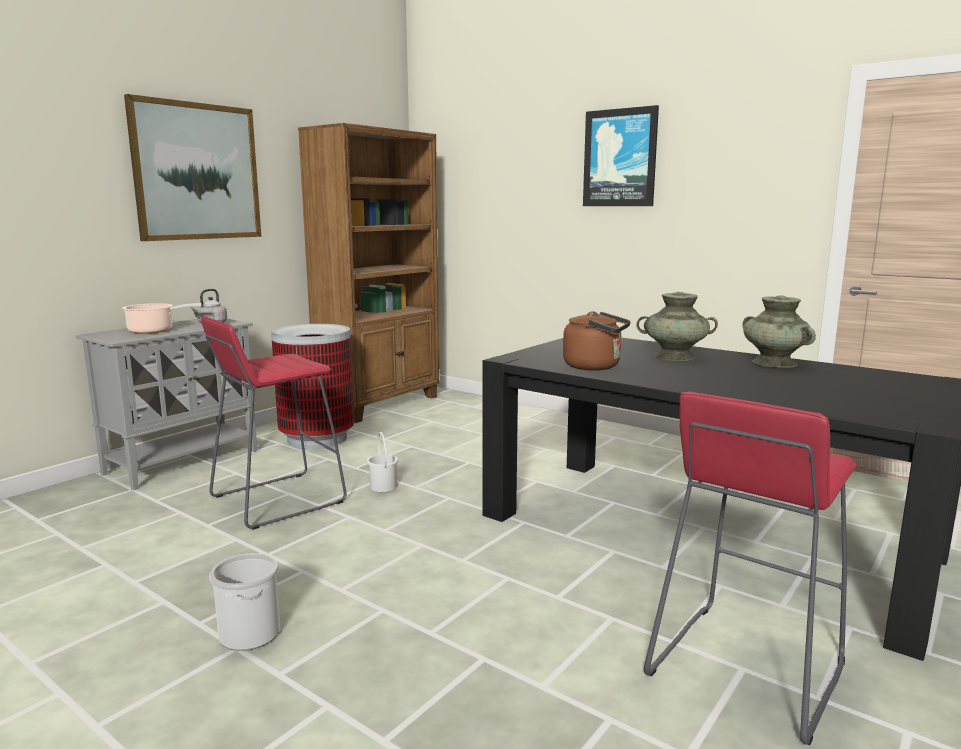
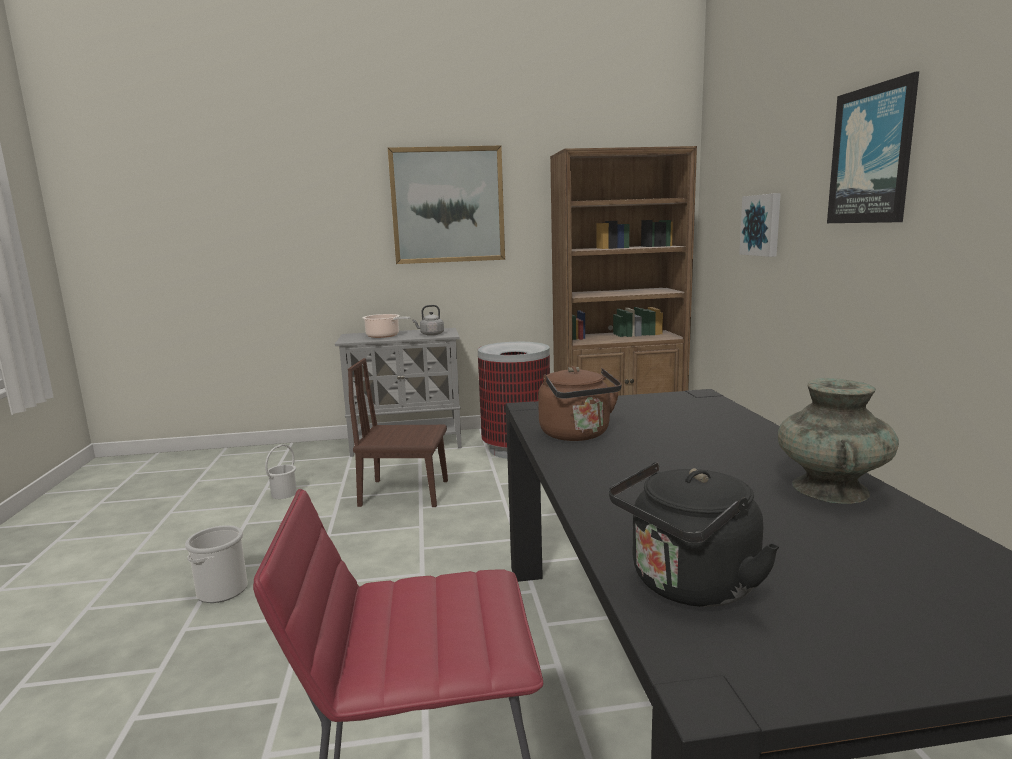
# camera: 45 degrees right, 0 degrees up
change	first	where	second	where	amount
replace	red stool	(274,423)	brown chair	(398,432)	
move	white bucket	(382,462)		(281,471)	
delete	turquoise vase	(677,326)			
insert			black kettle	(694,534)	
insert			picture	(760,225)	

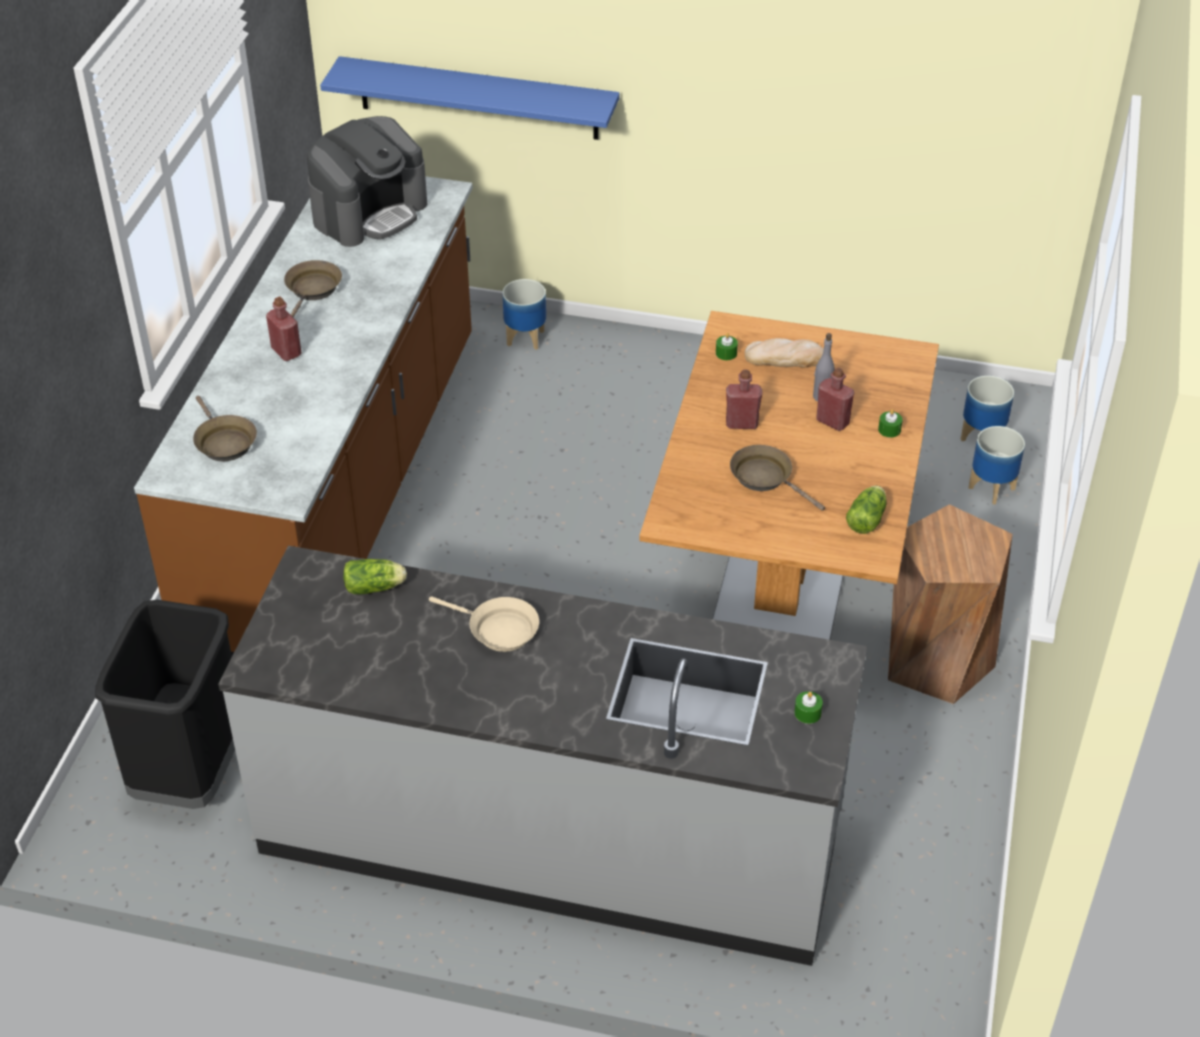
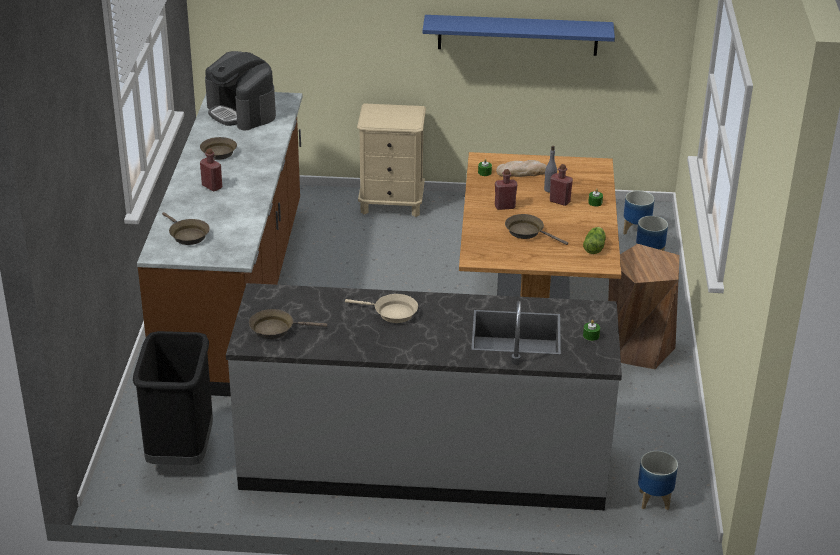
# camera: 10 degrees left, 10 degrees down
change	first	where	second	where	amount
rotate	coffee machine	(367,181)		(240,90)	105 degrees clockwise
move	blue shelf	(470,98)		(518,35)	
delete	lettuce	(375,576)			
move	planter	(524,314)		(658,480)	
insert			brown frying pan	(288,324)	
insert			beige nightstand	(391,160)	

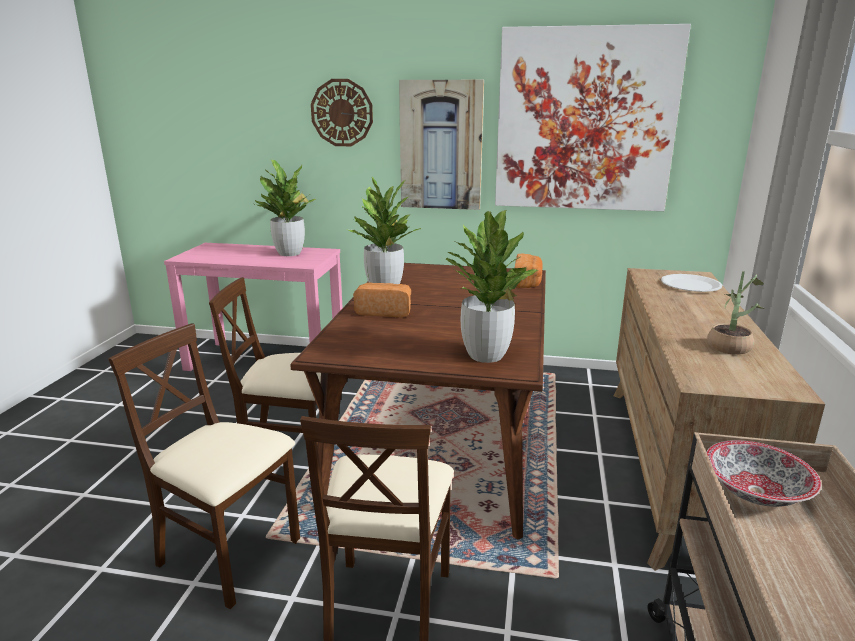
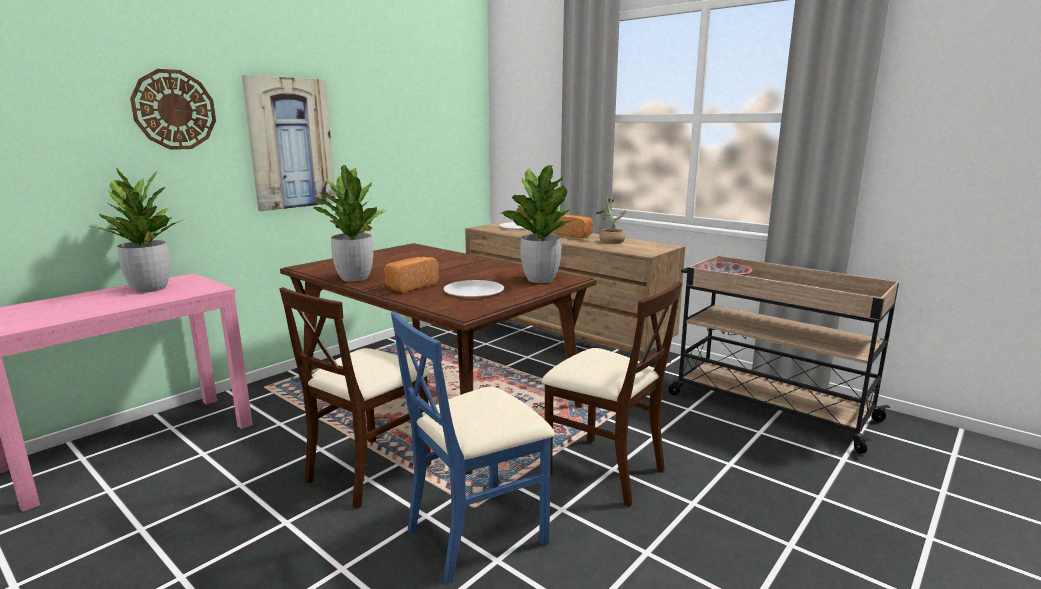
# camera: 60 degrees left, 5 degrees down
change	first	where	second	where	amount
recolor	beige chair	(204,466)	blue chair	(473,447)	
delete	picture	(593,117)			
move	bread	(528,271)		(573,226)	
insert			white plate	(473,288)	

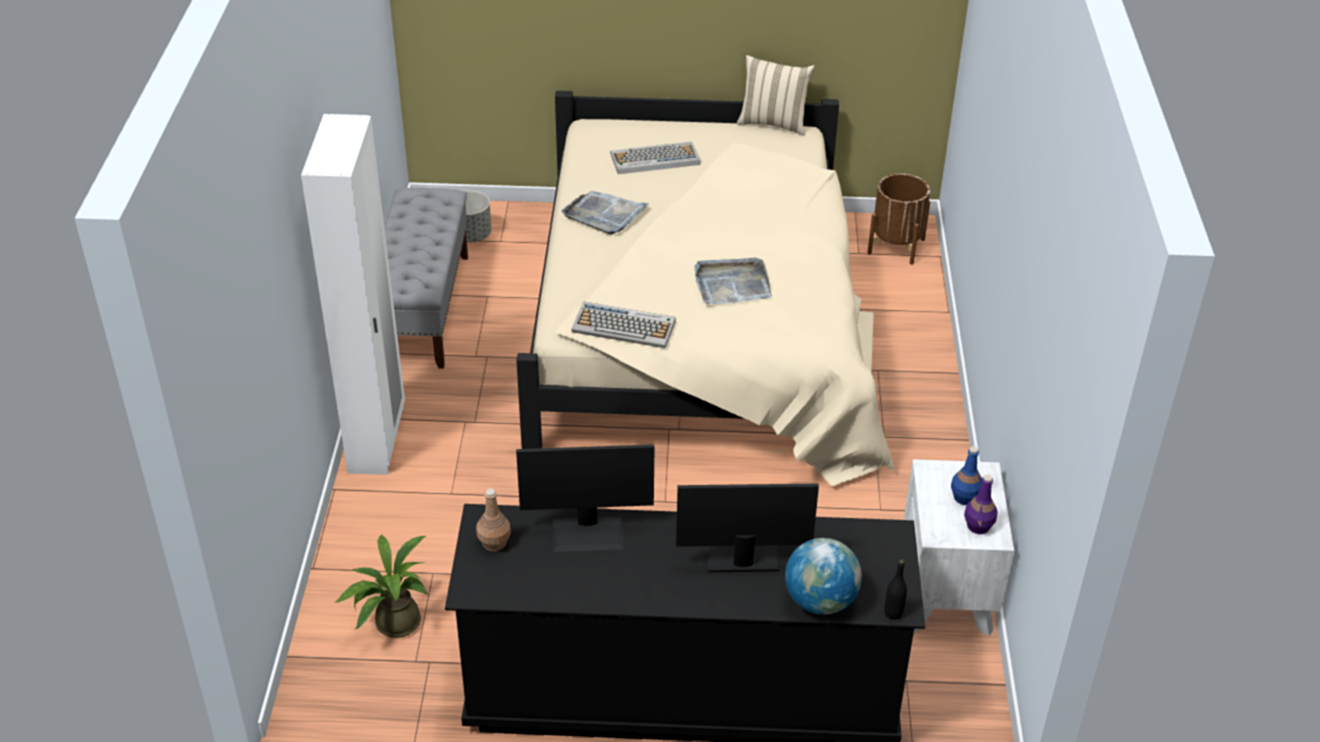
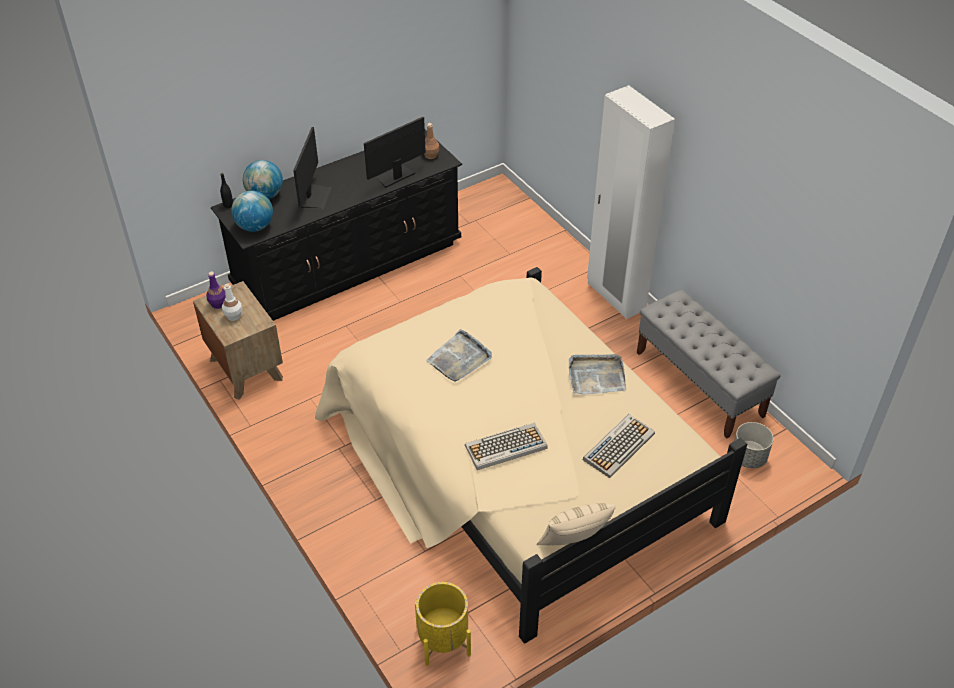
# camera: 145 degrees right, 5 degrees up
change	first	where	second	where	amount
delete	potted plant	(382,586)			
move	keyboard	(624,324)		(506,446)	
rotate	monitor	(747,528)		(312,168)	45 degrees counterclockwise
recolor	brown planter	(898,219)	yellow planter	(443,624)	
recolor	white nightstand	(959,547)	brown nightstand	(238,340)	
recolor	blue bottle	(966,475)	white bottle	(232,302)	
insert			globe	(252,211)	

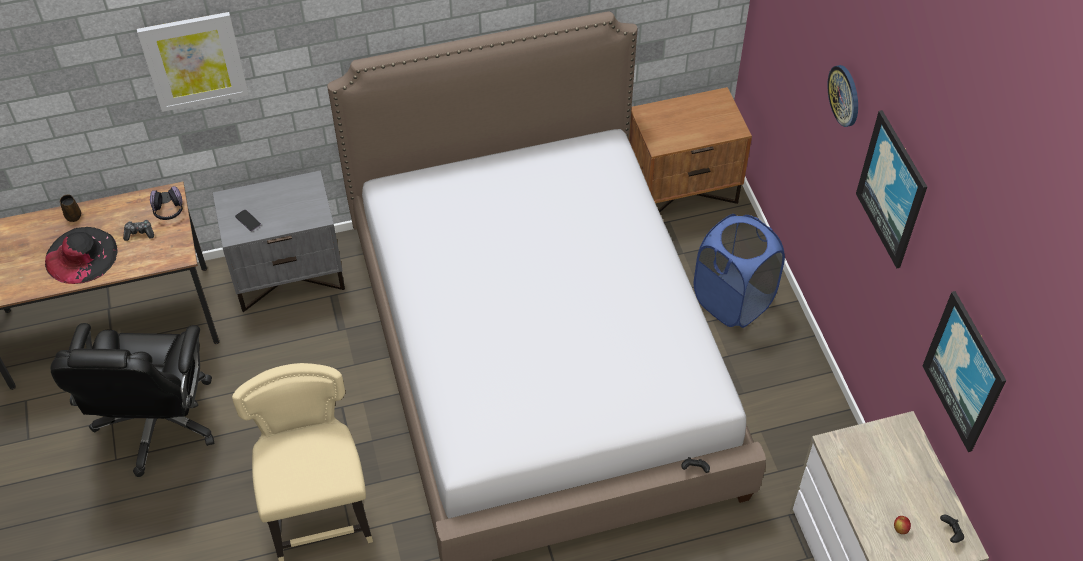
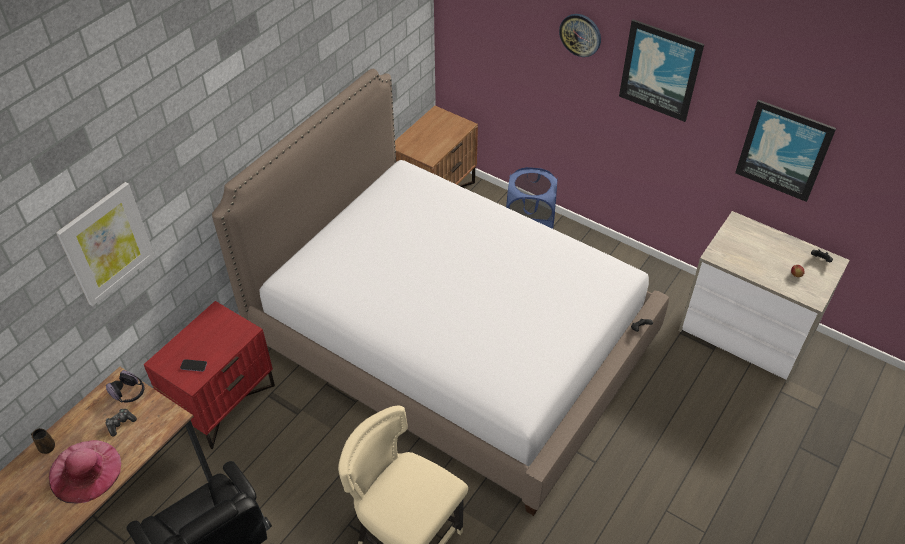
# camera: 40 degrees left, 5 degrees down
change	first	where	second	where	amount
recolor	black hat	(81,255)	pink hat	(85,471)	
recolor	grey nightstand	(279,241)	red nightstand	(209,375)	

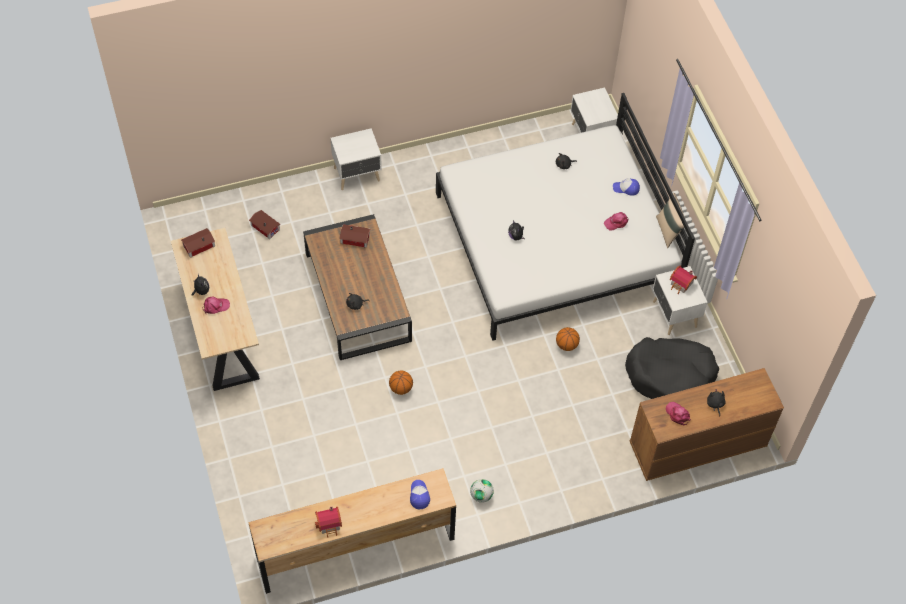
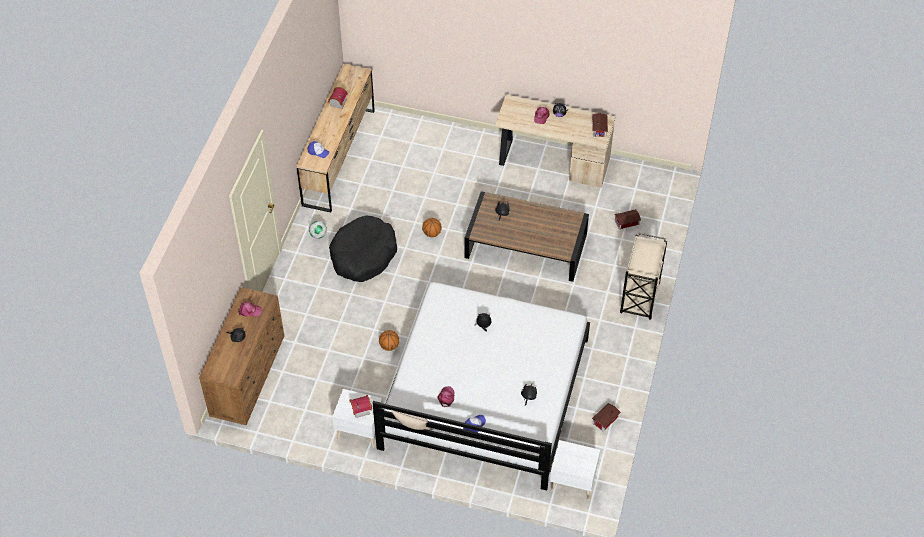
# camera: 125 degrees right, 5 degrees down
change	first	where	second	where	amount
replace	white nightstand	(356,159)	beige cart	(643,276)	
move	toy house	(354,236)		(606,417)	
move	black dog bed	(672,368)		(363,249)	

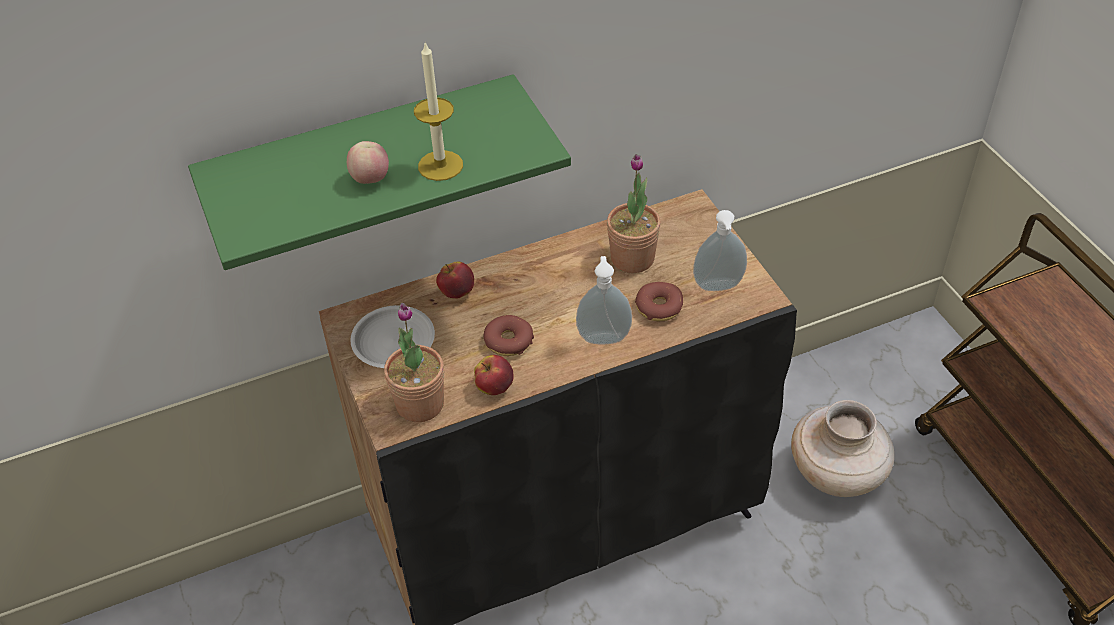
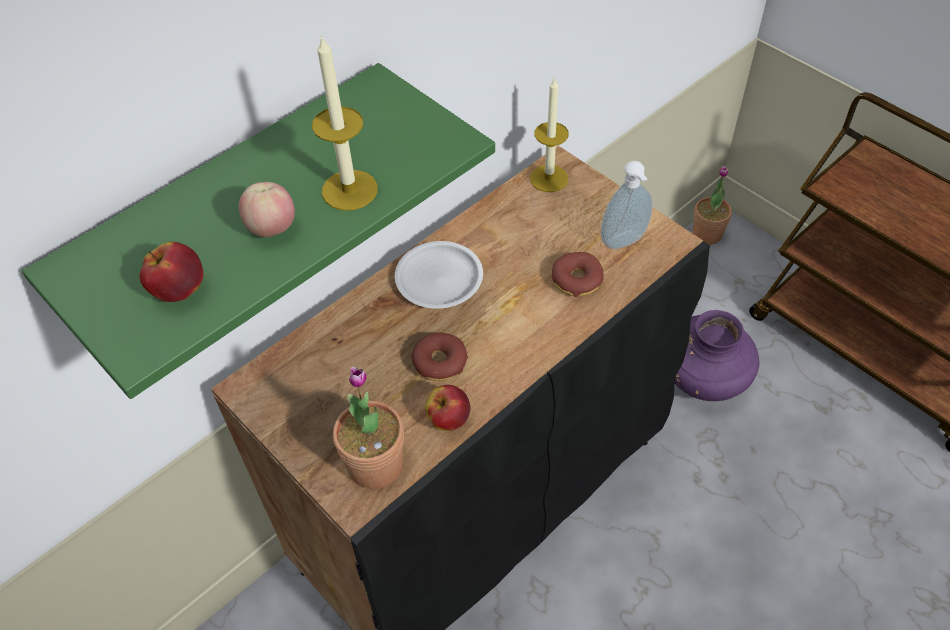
# camera: 20 degrees left, 5 degrees up
change	first	where	second	where	amount
move	white plate	(392,336)		(439,275)	
move	apple	(455,280)		(172,272)	
delete	soap dispenser	(604,300)			
move	potted plant	(634,213)		(712,205)	
recolor	beige vase	(842,448)	purple vase	(717,355)	
insert			candle	(549,134)	

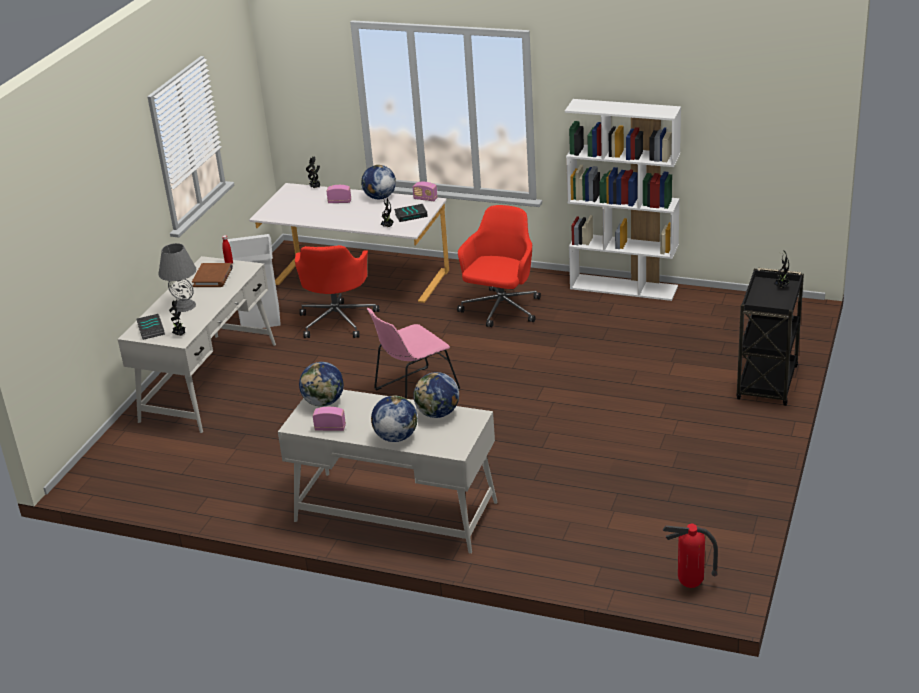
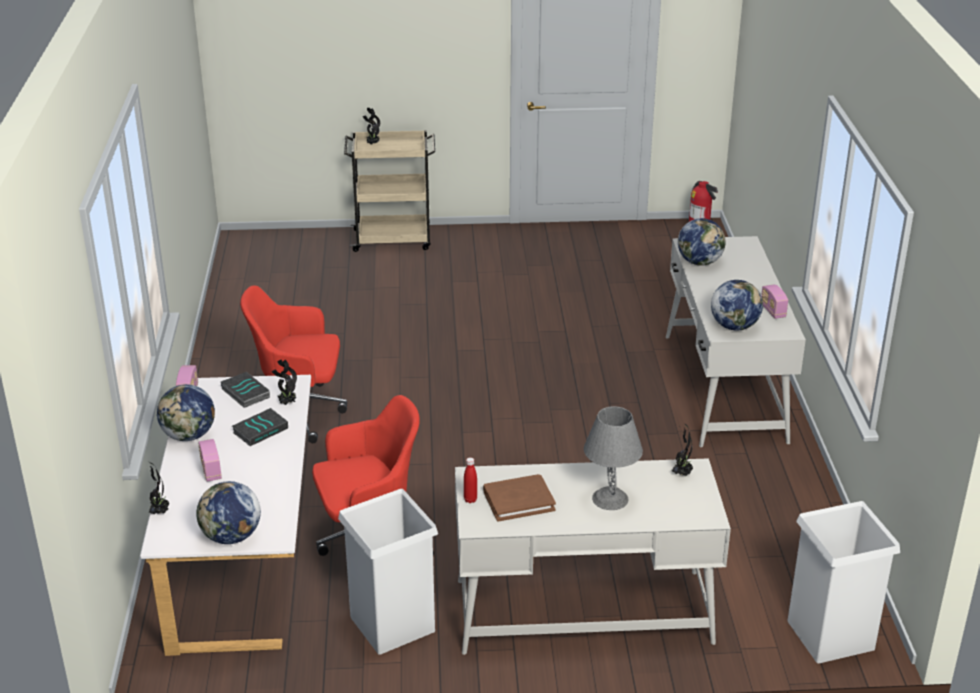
# camera: 115 degrees left, 0 degrees up
change	first	where	second	where	amount
move	book	(150,327)		(260,427)	
delete	pink chair	(413,353)			
move	globe	(394,419)		(228,512)	
delete	white bookcase	(623,200)			
recolor	black cart	(770,337)	beige cart	(389,191)	
insert			white trash can	(843,582)	

